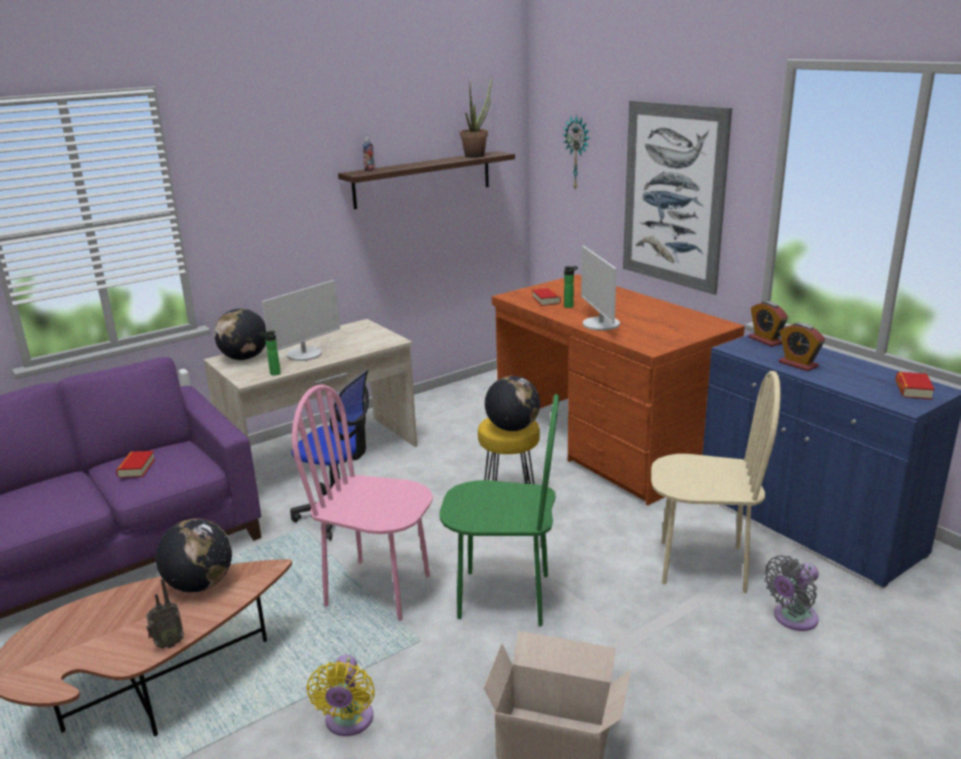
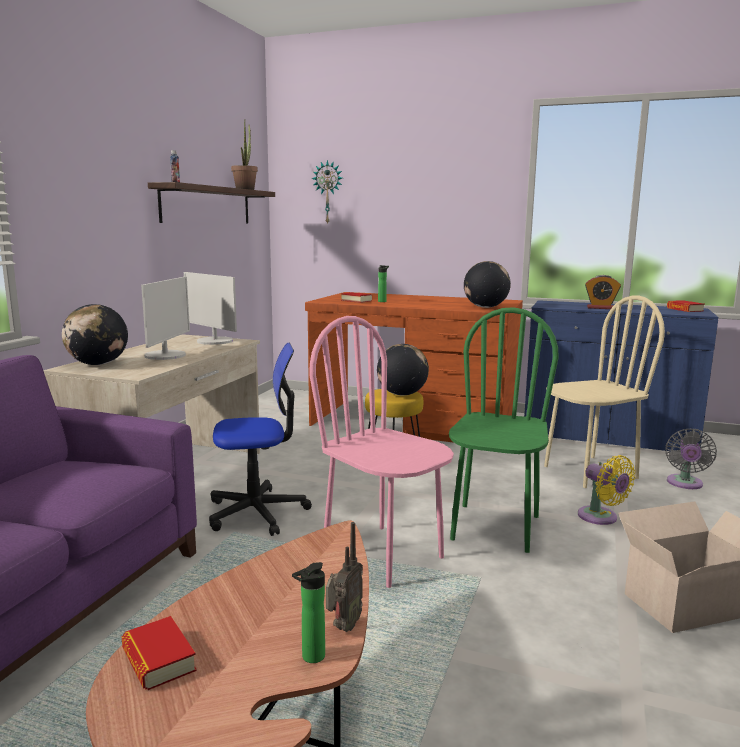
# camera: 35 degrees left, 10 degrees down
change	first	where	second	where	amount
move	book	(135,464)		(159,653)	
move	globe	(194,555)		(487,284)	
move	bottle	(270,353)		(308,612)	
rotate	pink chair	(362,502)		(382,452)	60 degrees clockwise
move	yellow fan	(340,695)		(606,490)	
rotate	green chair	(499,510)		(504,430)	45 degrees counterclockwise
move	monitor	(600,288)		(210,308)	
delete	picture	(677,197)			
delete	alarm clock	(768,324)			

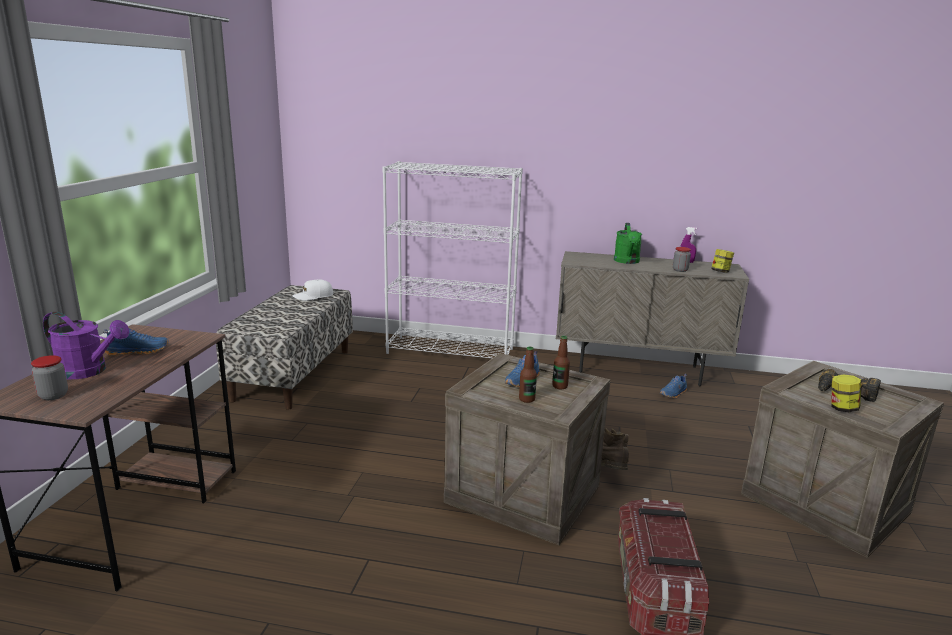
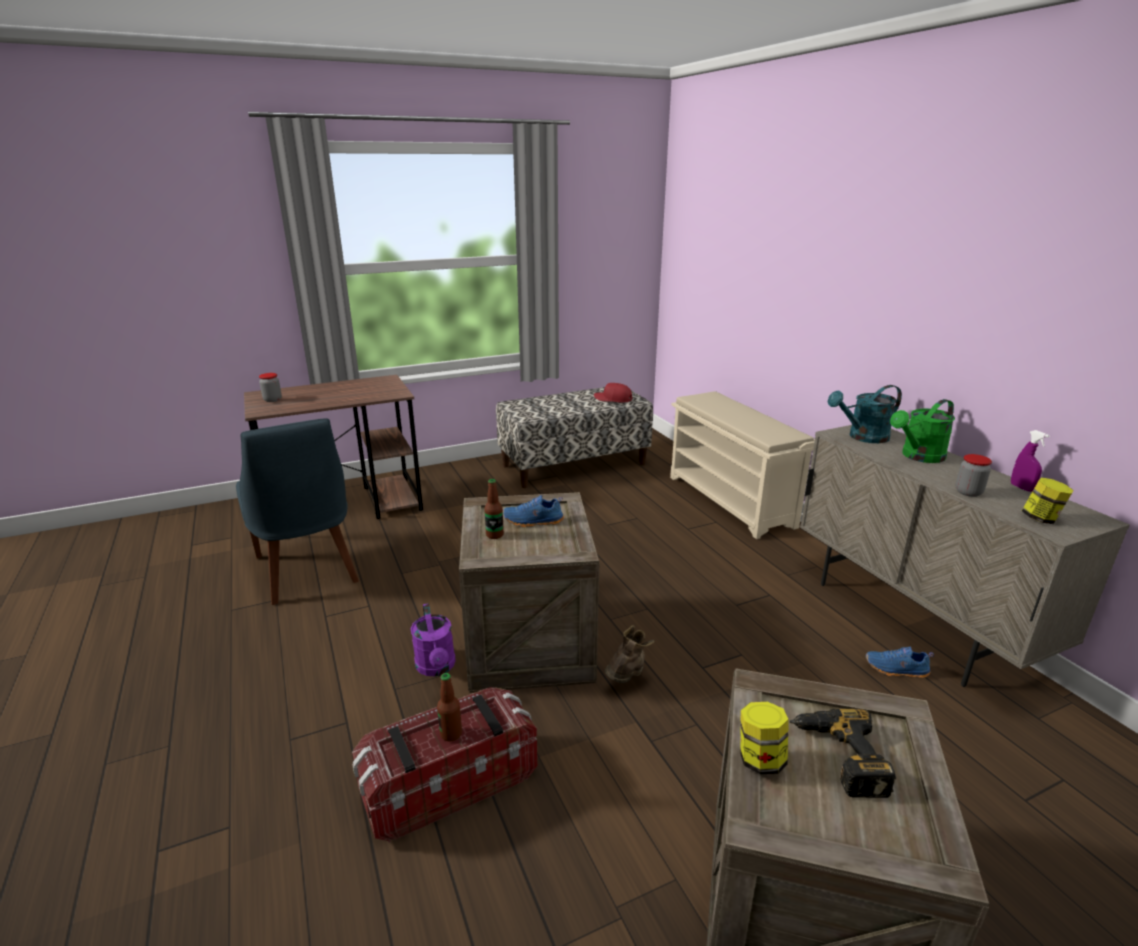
# camera: 55 degrees right, 5 degrees up
change	first	where	second	where	amount
move	purple watering can	(86,345)		(433,639)	
delete	blue shoe	(136,342)			
recolor	white cap	(313,290)	red cap	(613,393)	
replace	white bookcase	(452,259)	beige shoe rack	(742,465)	
move	bottle	(561,363)		(449,707)	
insert			blue chair	(297,511)	
insert			turquoise watering can	(865,414)	

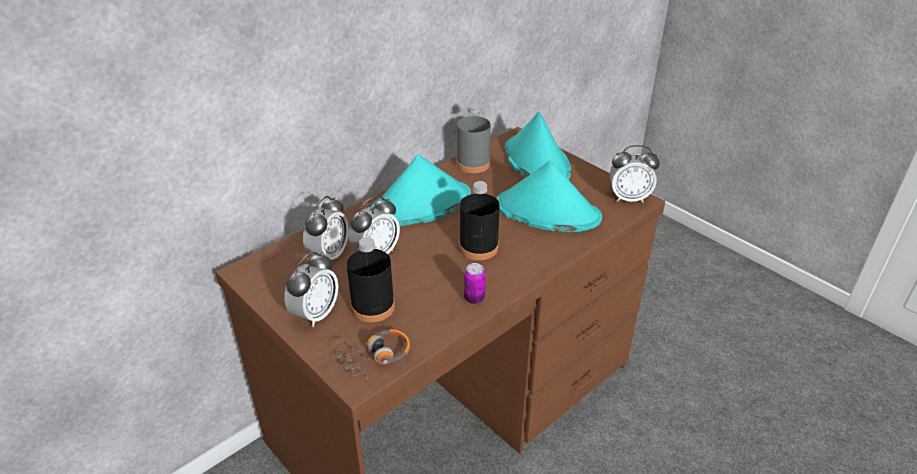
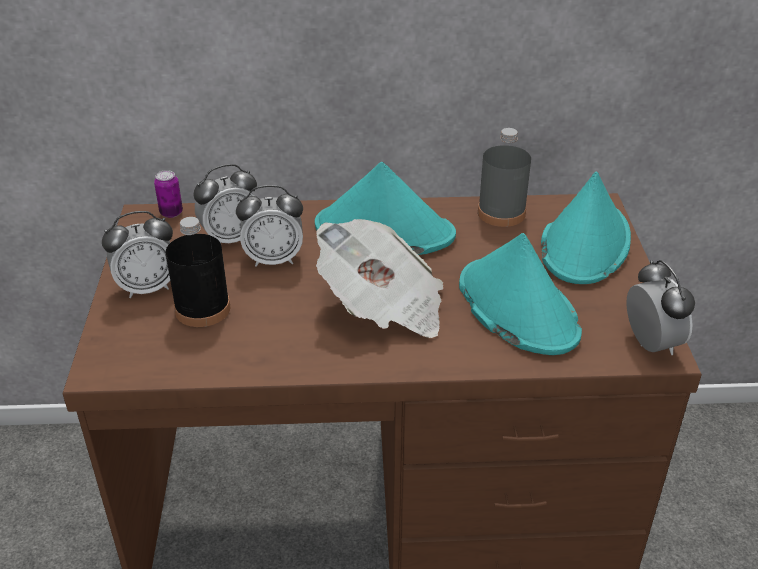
# camera: 40 degrees right, 0 degrees up
change	first	where	second	where	amount
delete	headphones	(372,354)			
replace	black bottle	(479,220)	newspaper	(379,278)	
move	can	(475,283)		(168,194)	
rotate	alarm clock	(635,174)		(661,307)	150 degrees counterclockwise

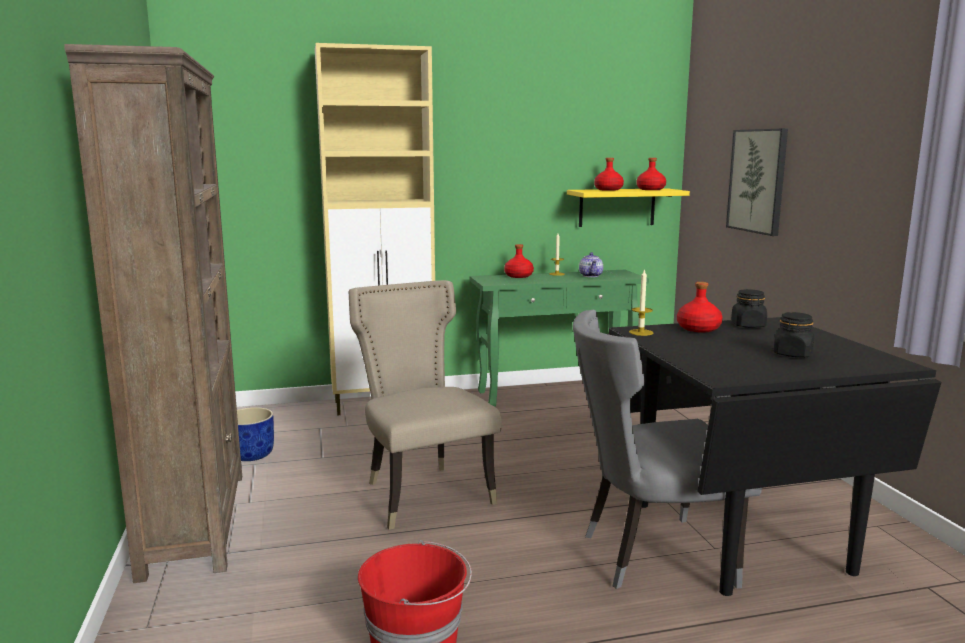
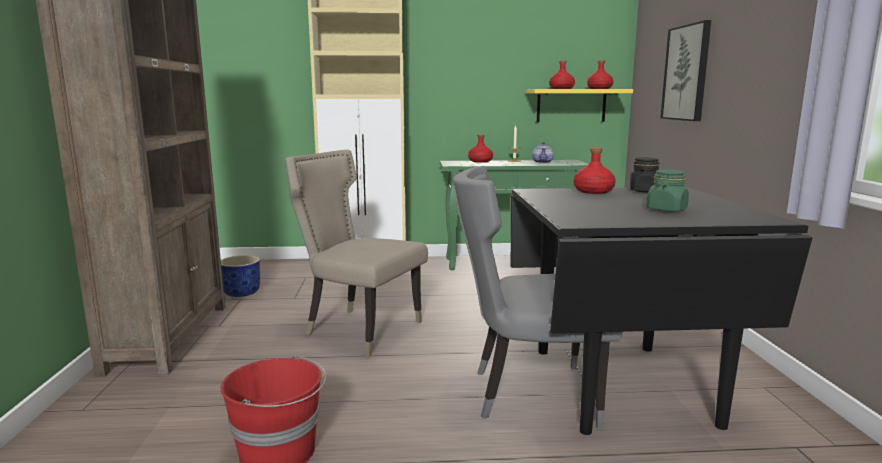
# camera: 10 degrees right, 0 degrees up
change	first	where	second	where	amount
rotate	beige chair	(425,405)		(356,253)	45 degrees counterclockwise
delete	candle	(641,303)			
recolor	black jar	(794,334)	green jar	(668,190)	

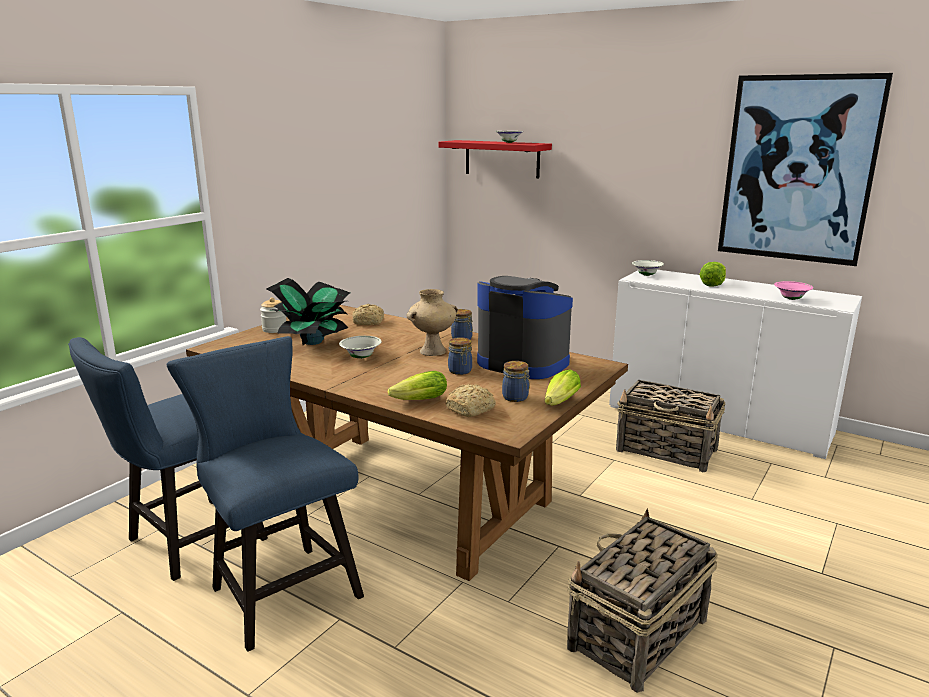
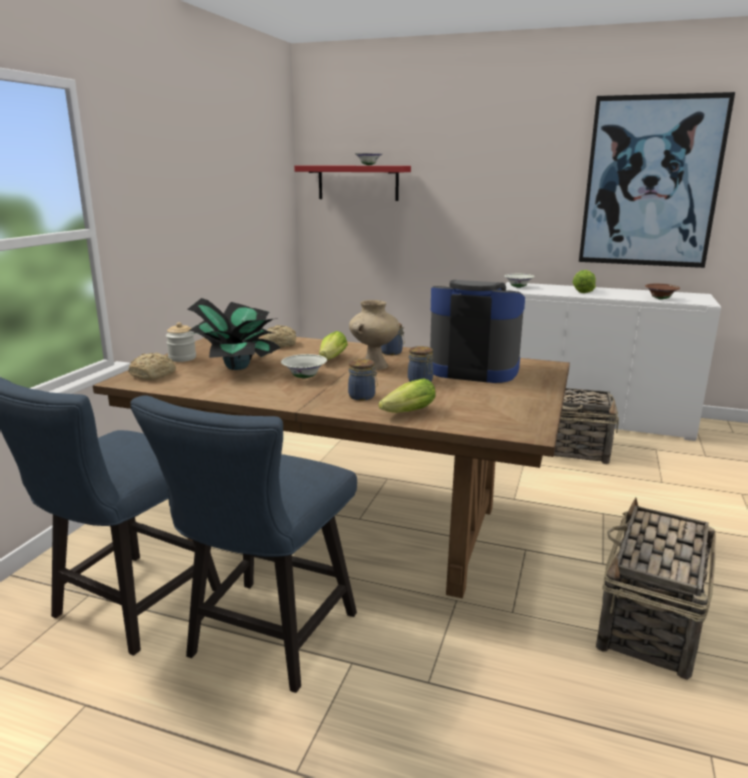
# camera: 15 degrees left, 0 degrees up
change	first	where	second	where	amount
rotate	blue chair	(265,494)		(244,544)	105 degrees counterclockwise
move	bread	(470,400)		(152,366)	
move	jar	(516,381)		(363,380)	
move	lettuce	(563,387)		(333,345)	
recolor	pink bowl	(793,290)	brown bowl	(662,292)	

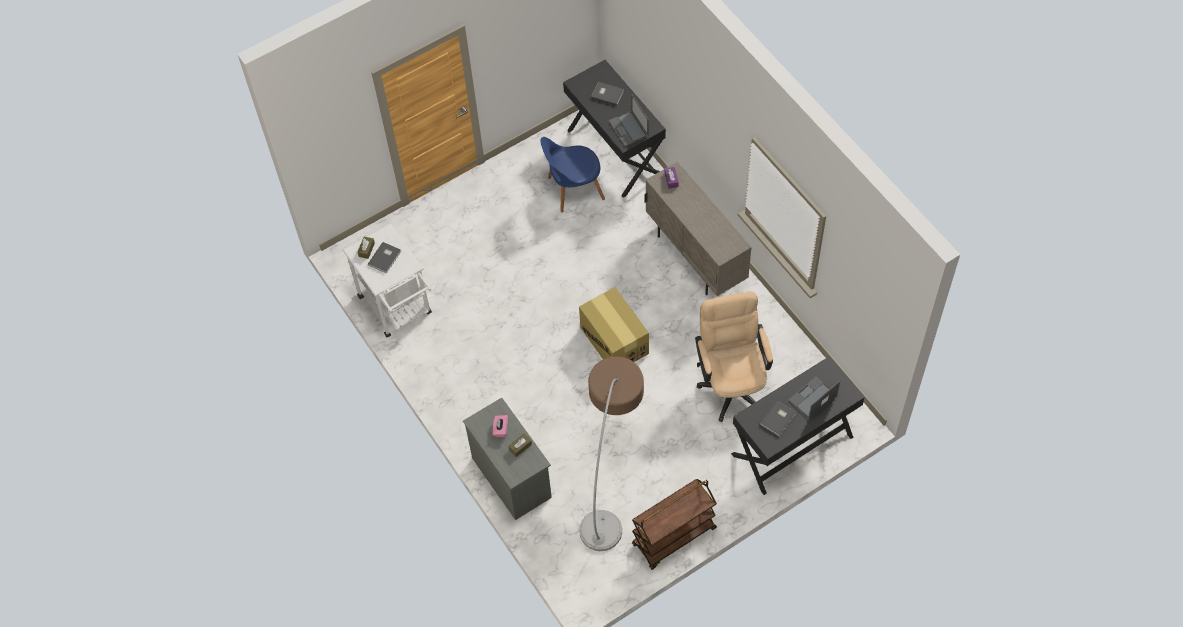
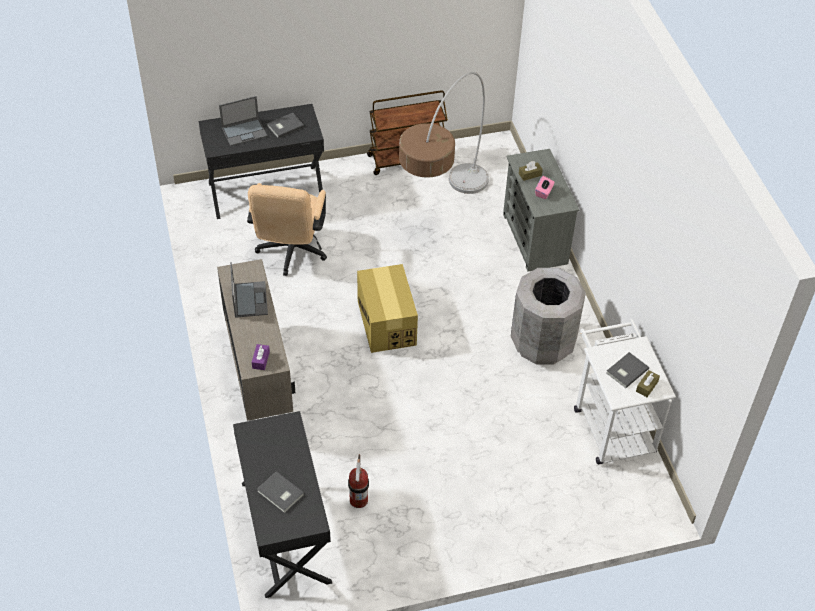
# camera: 165 degrees left, 10 degrees down
change	first	where	second	where	amount
replace	blue chair	(573,174)	fire extinguisher	(358,481)	
move	laptop	(629,120)		(249,290)	
insert			grey trash can	(548,316)	

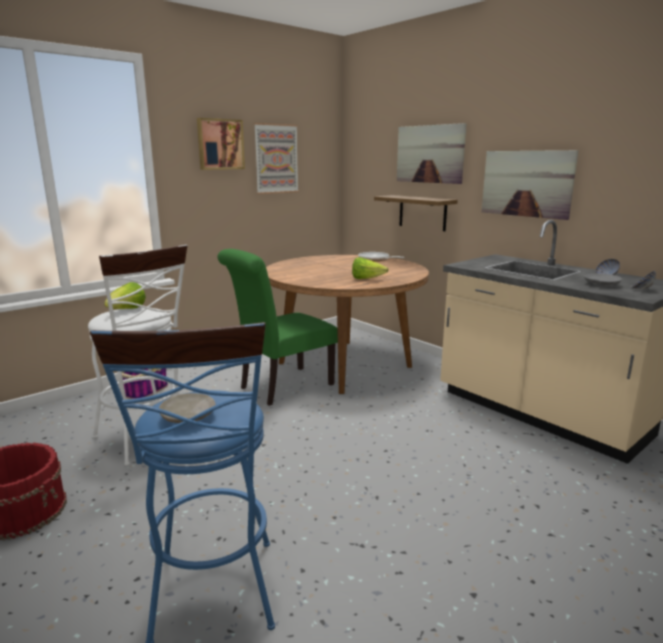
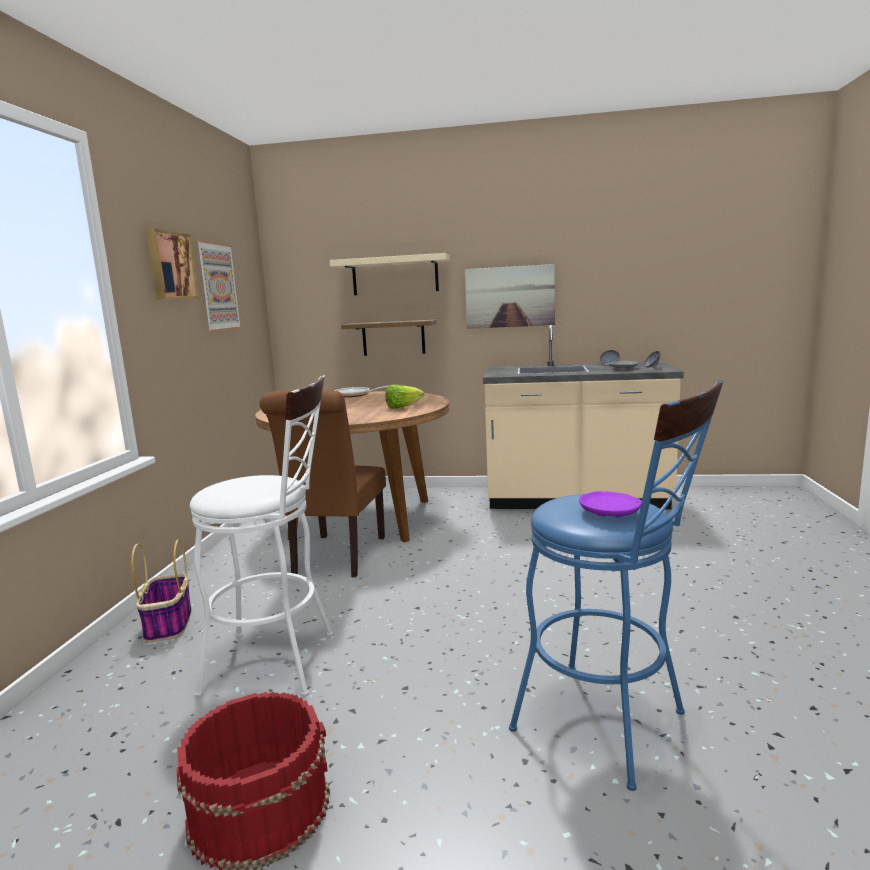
# camera: 40 degrees left, 5 degrees down
change	first	where	second	where	amount
delete	lettuce	(125,295)			
recolor	beige plate	(187,408)	purple plate	(610,504)	
recolor	green chair	(278,327)	brown chair	(323,483)	
replace	picture	(432,153)	beige shelf	(390,274)	

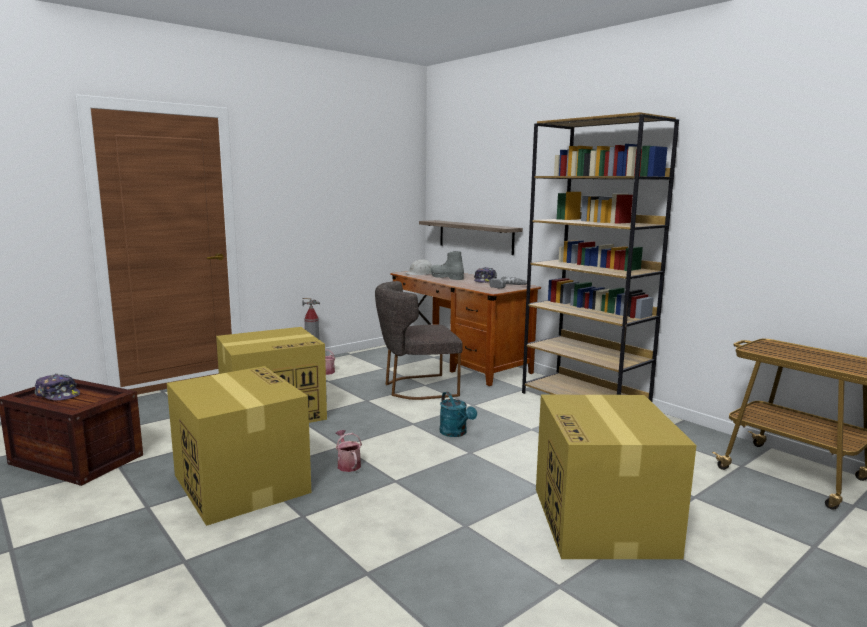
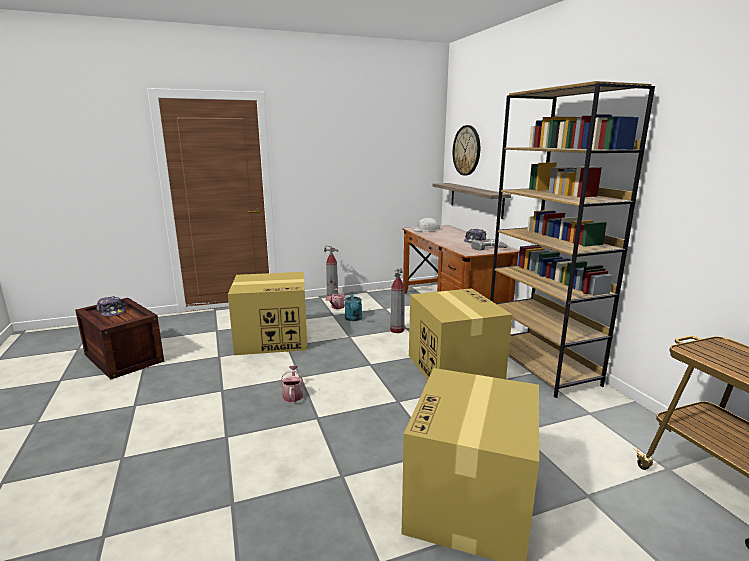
# camera: 20 degrees right, 5 degrees up
change	first	where	second	where	amount
move	cardboard box	(239,446)		(460,334)	
replace	grey chair	(419,340)	fire extinguisher	(397,300)	
delete	grey boot	(447,265)			
move	turquoise watering can	(458,414)		(353,306)	
insert			wall clock	(466,150)	

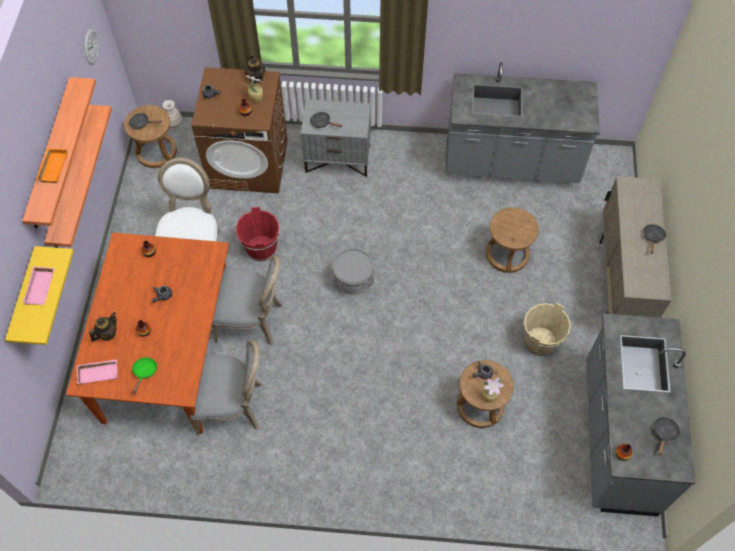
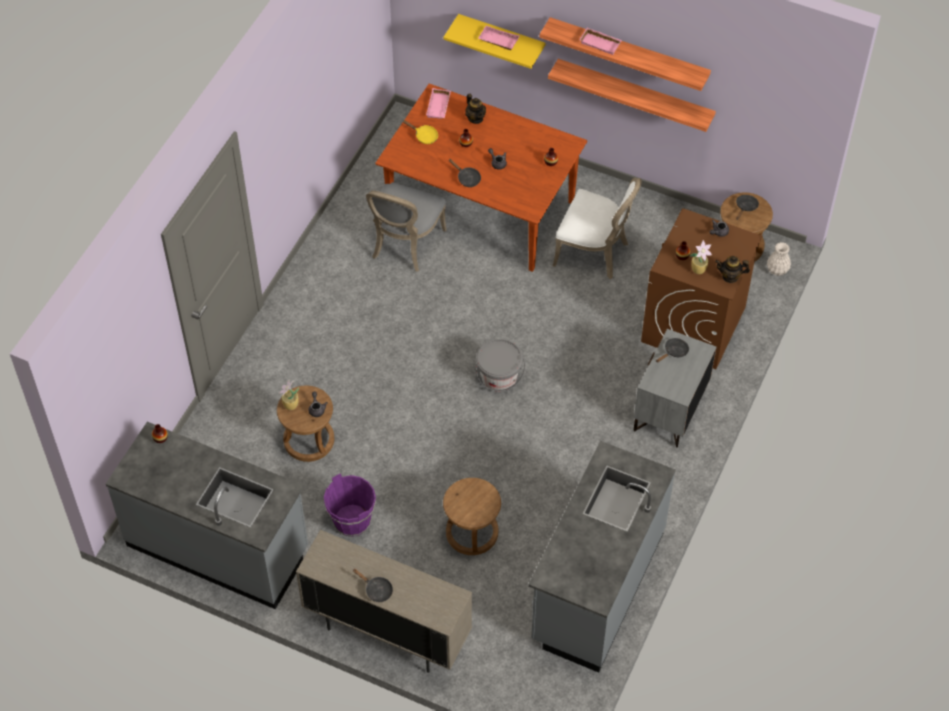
# camera: 110 degrees right, 5 degrees down
change	first	where	second	where	amount
recolor	orange tray	(52,165)	pink tray	(600,41)	
delete	wall clock	(91,47)			
recolor	green frying pan	(144,375)	yellow frying pan	(420,132)	
delete	grey chair	(247,300)			
delete	red bucket	(258,234)			
recolor	beige bucket	(547,329)	purple bucket	(350,505)	
move	black frying pan	(667,436)		(465,173)	

